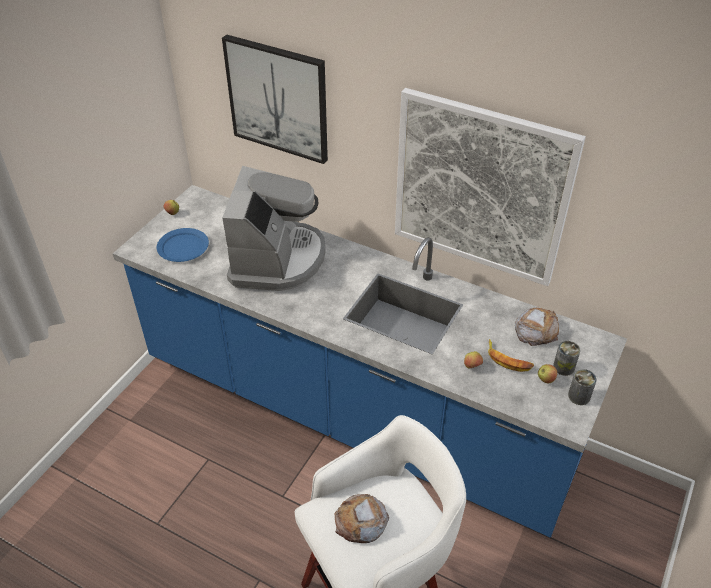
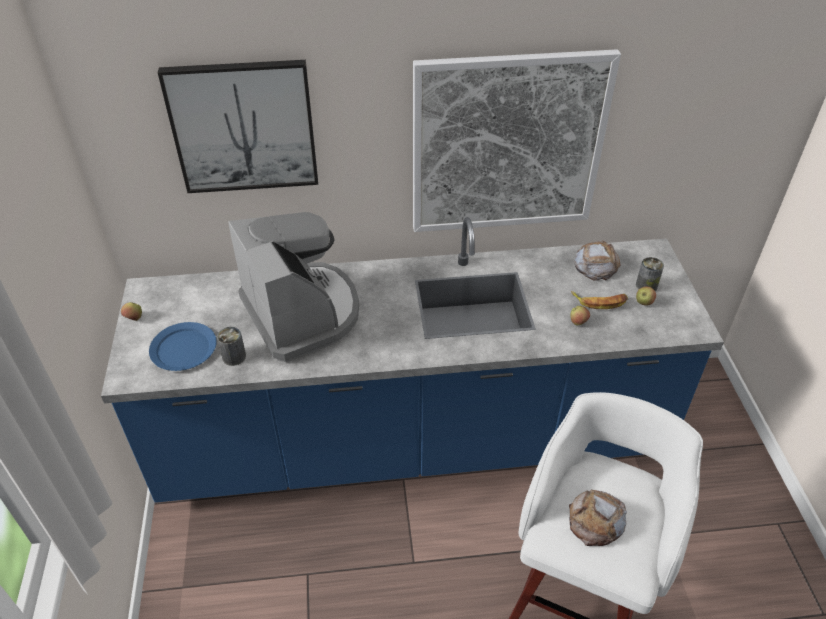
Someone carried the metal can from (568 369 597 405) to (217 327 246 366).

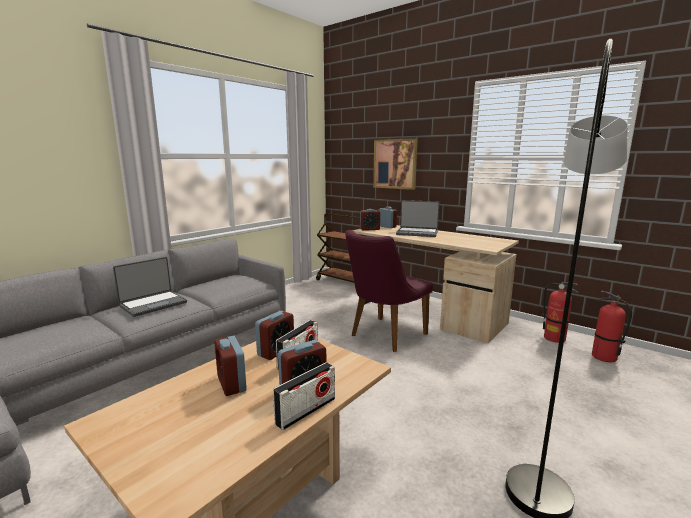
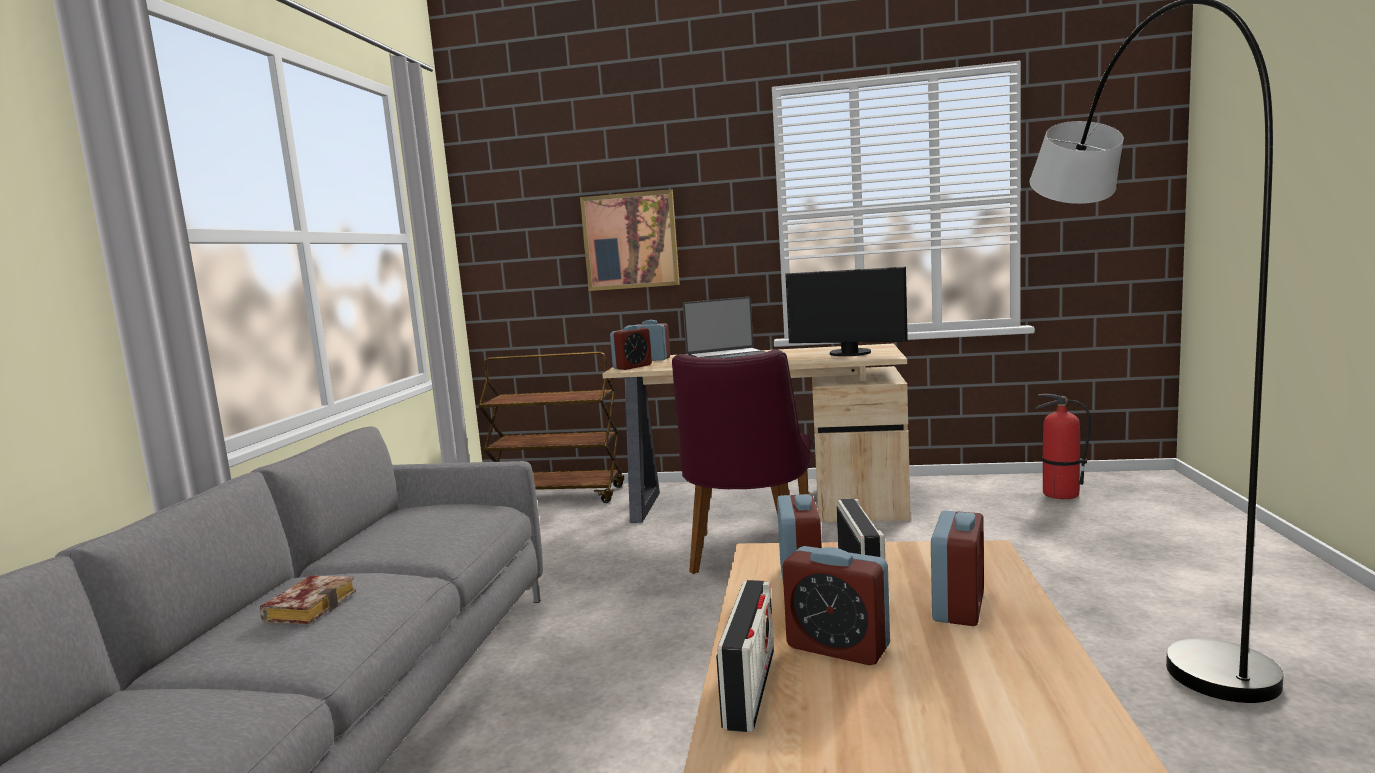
Someone swapped the portable computer at (113 257 187 317) for the volume at (260 575 356 624). Someone carried the radio from (273 362 335 430) to (716 580 774 732). Someone put down the computer screen at (785 267 908 356). Someone took away the fire-fighting cylinder at (542 282 578 343).

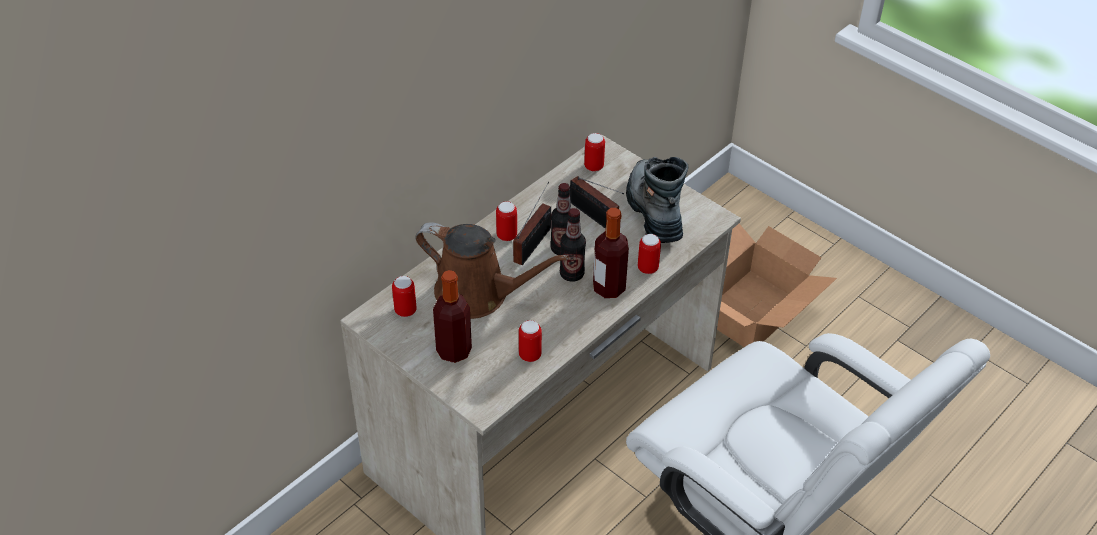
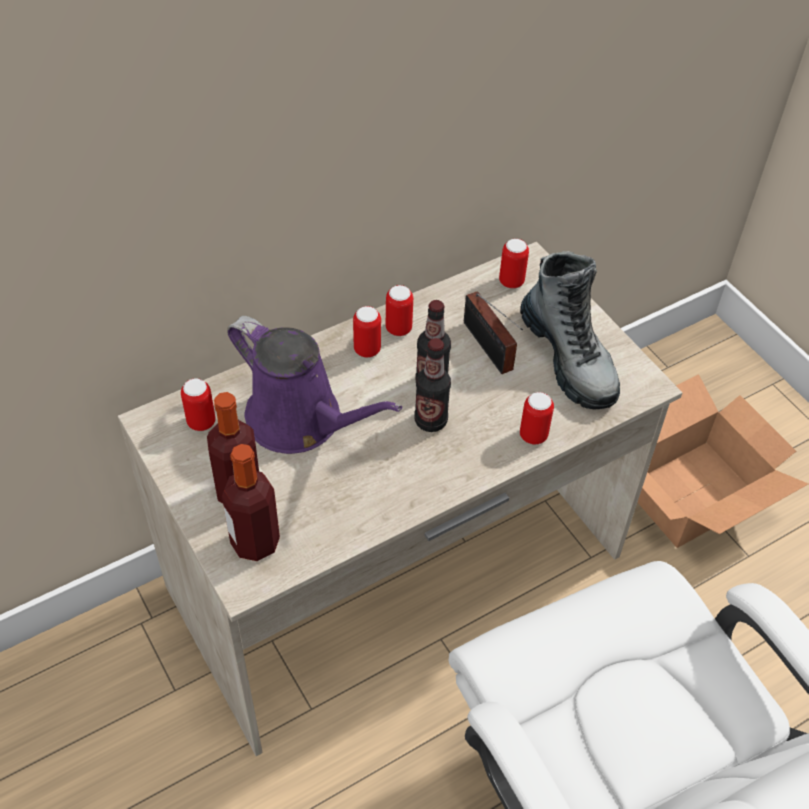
Someone carried the bottle from (593 208 629 298) to (222 444 280 561). Someone repainted the brownish watering pot at (415 222 569 319), which became the purple-coloured watering pot at (227 316 402 454). Someone carried the metal can from (519 320 542 362) to (386 285 413 336). Someone rotated the high-top boot at (626 157 688 243) by 150 degrees clockwise. Someone took away the radio at (513 182 551 265).

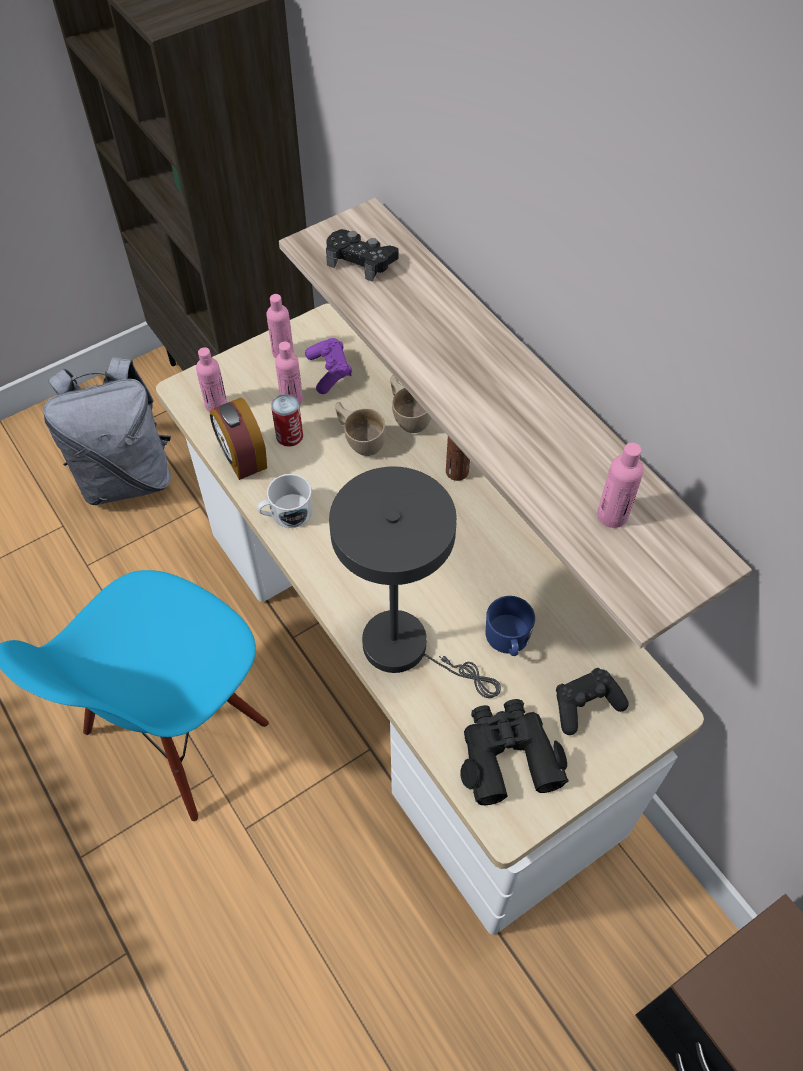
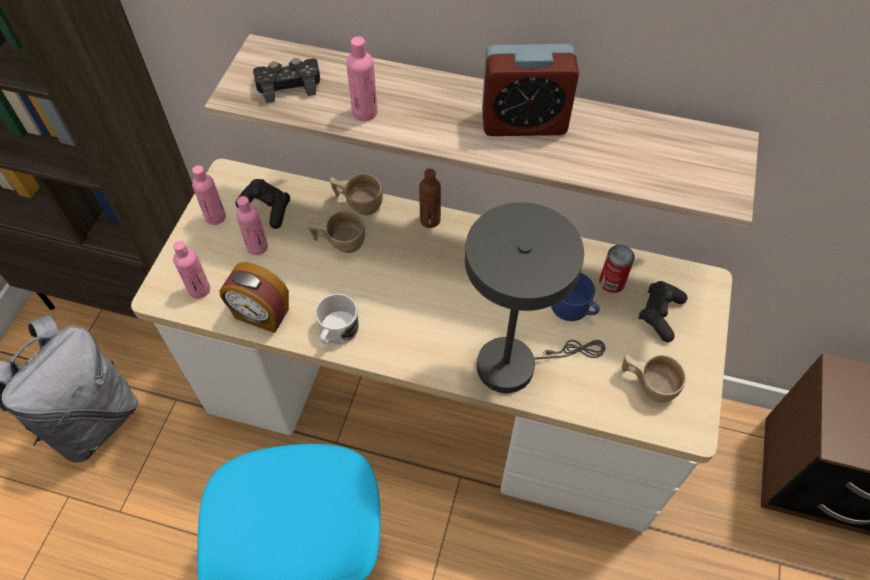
Someone repainted the purple-coloured game controller at (305 338 352 394), which became the black-coloured game controller at (235 179 290 229). Someone carried the pink bottle from (597 443 644 528) to (346 36 378 121). Someone put down the table clock at (482 44 579 136). Someone carried the metal can from (271 394 303 447) to (599 245 635 293). Someone swapped the black-coloured pair of binoculars at (460 699 569 805) for the sand-coloured small cup at (622 354 686 403).

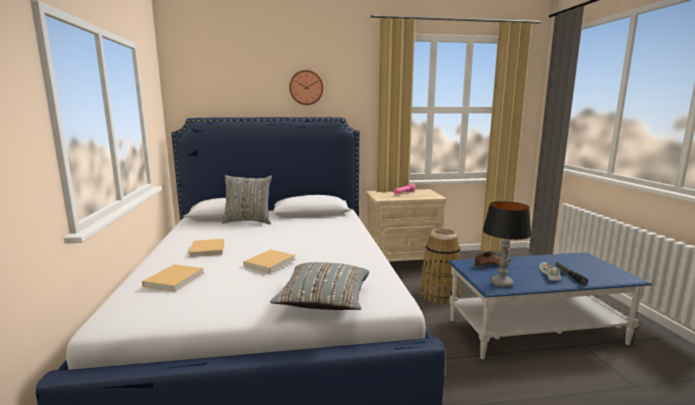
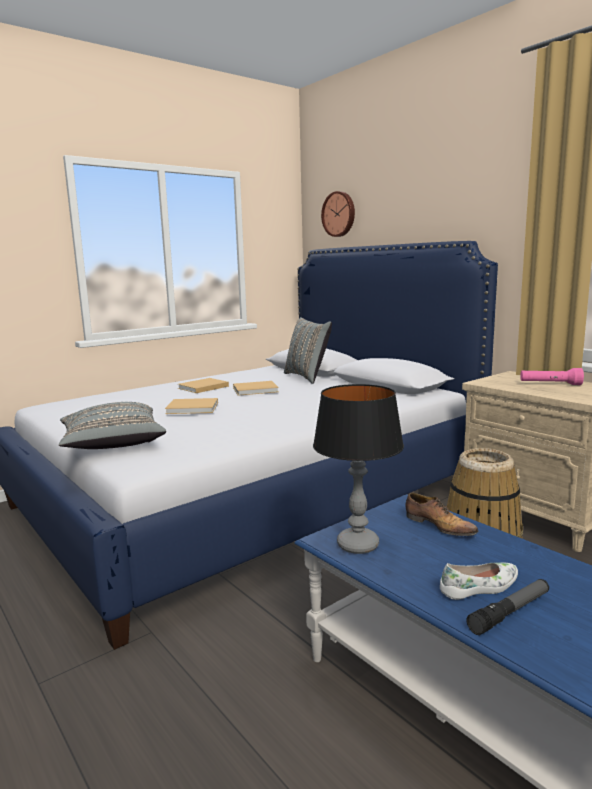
Someone carried the sand-coloured volume from (142 264 204 292) to (233 381 279 396). Someone carried the wall clock from (289 70 323 105) to (321 191 355 237).

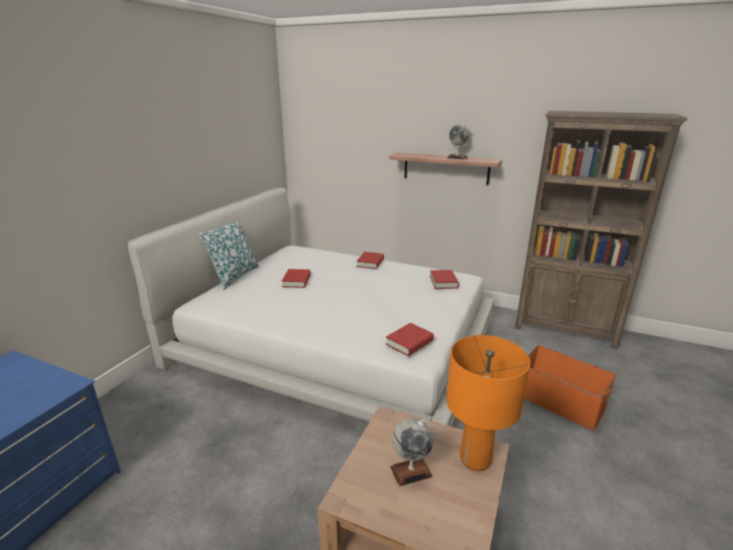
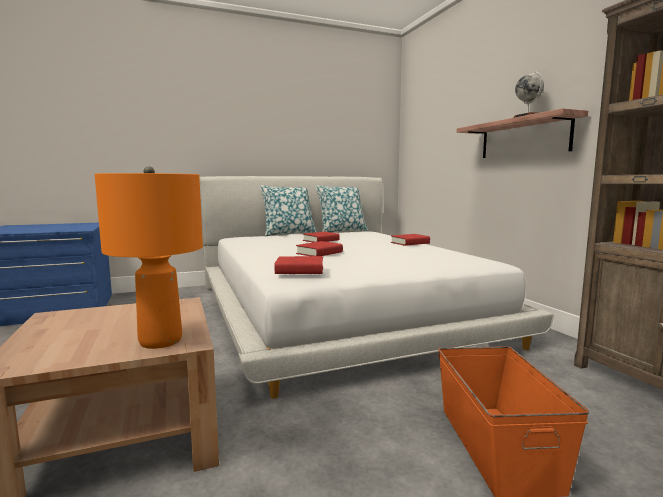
Someone carried the red-coloured volume from (430 270 459 289) to (296 241 343 256). Someone put down the pillow at (315 185 368 232). Someone took away the world globe at (390 418 435 487).

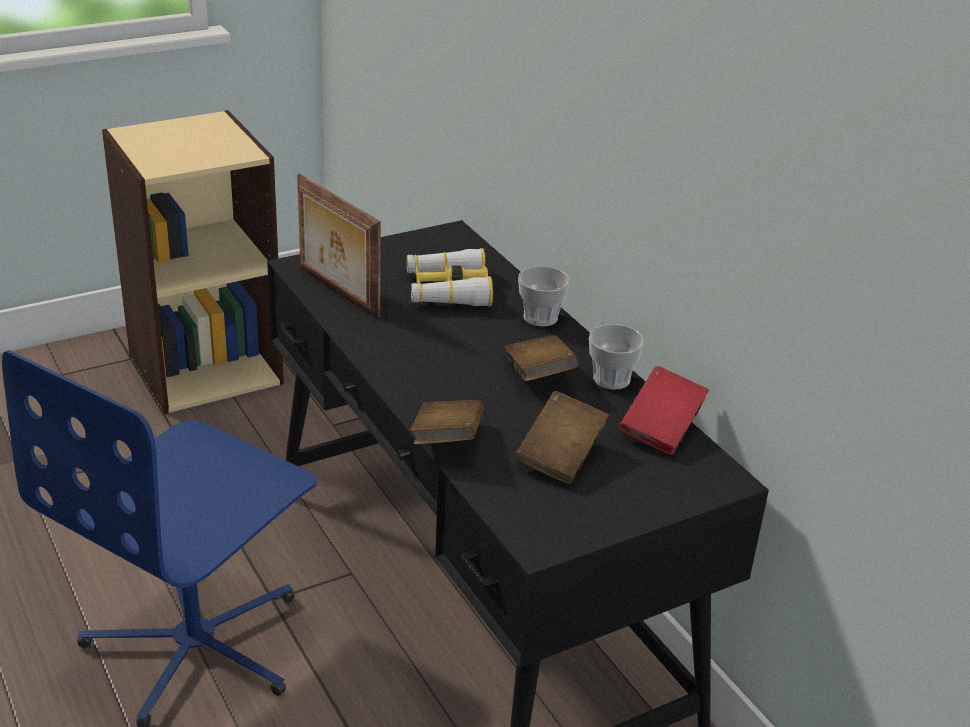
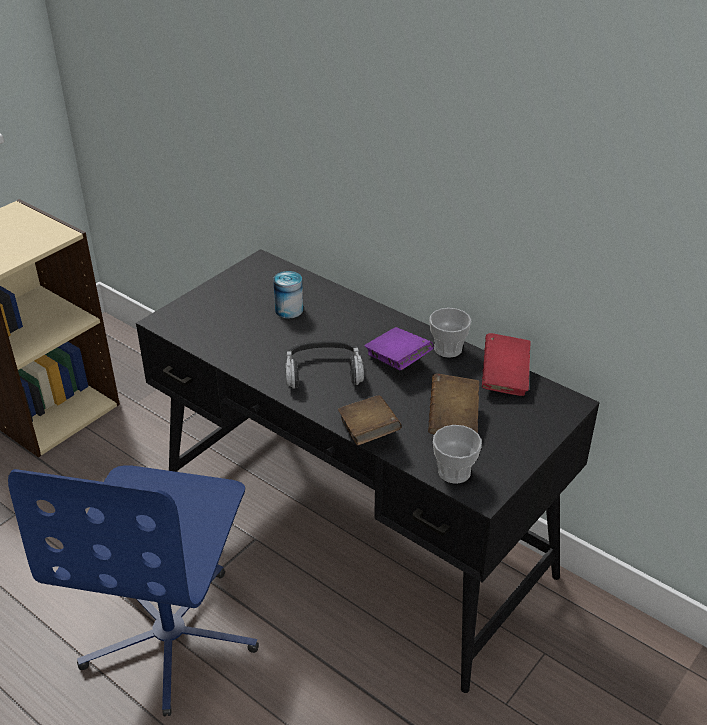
Someone swapped the pair of binoculars at (407 248 493 306) for the metal can at (273 271 303 319). Someone put down the pair of headphones at (286 340 364 389). Someone repainted the brownish volume at (505 335 579 382), which became the purple-coloured volume at (365 327 434 370). Someone carried the small cup from (518 266 570 327) to (433 425 482 484). Someone took away the photo frame at (297 174 381 318).

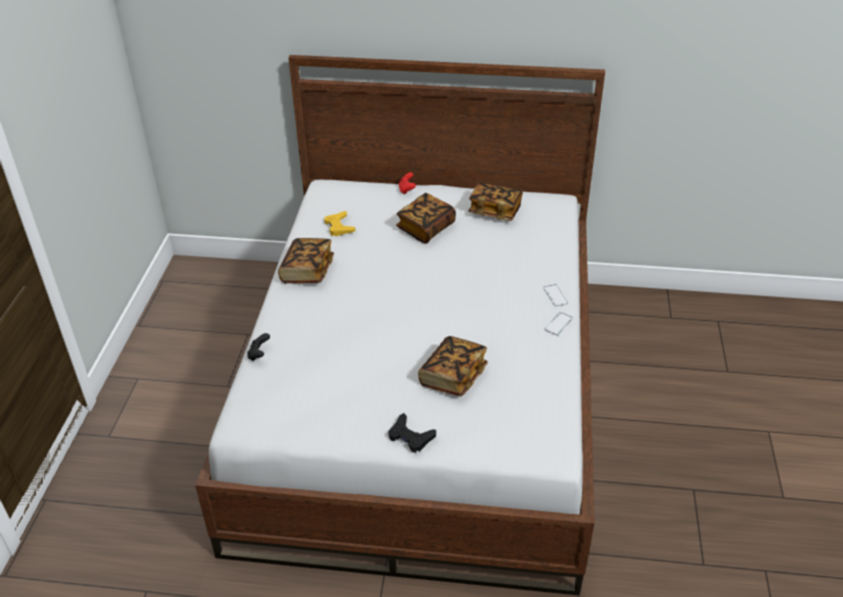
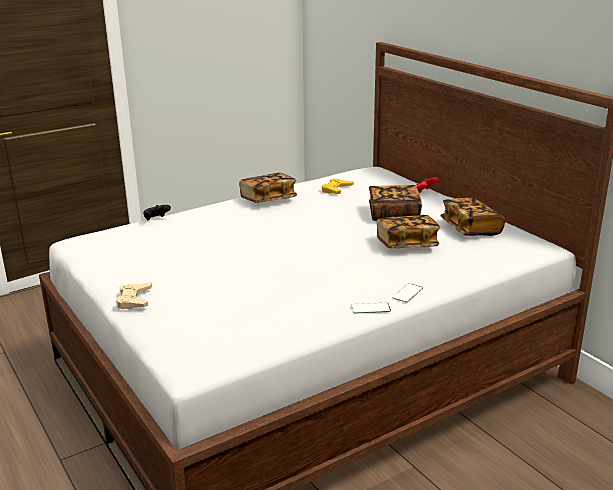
Someone repainted the black-coloured game controller at (388 413 436 453), which became the sand-coloured game controller at (116 282 152 309). Someone carried the volume from (418 336 488 396) to (377 215 440 248).

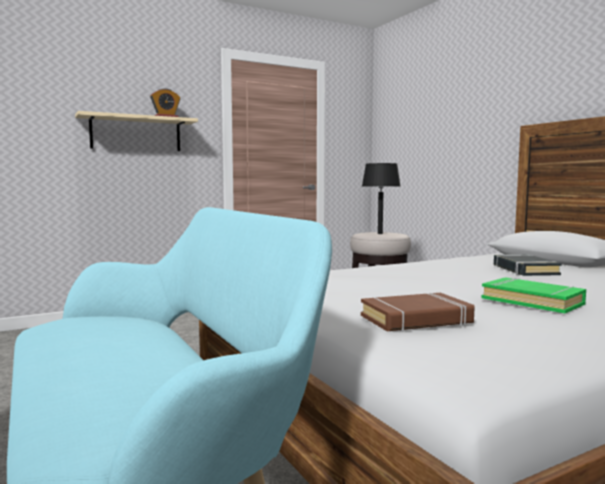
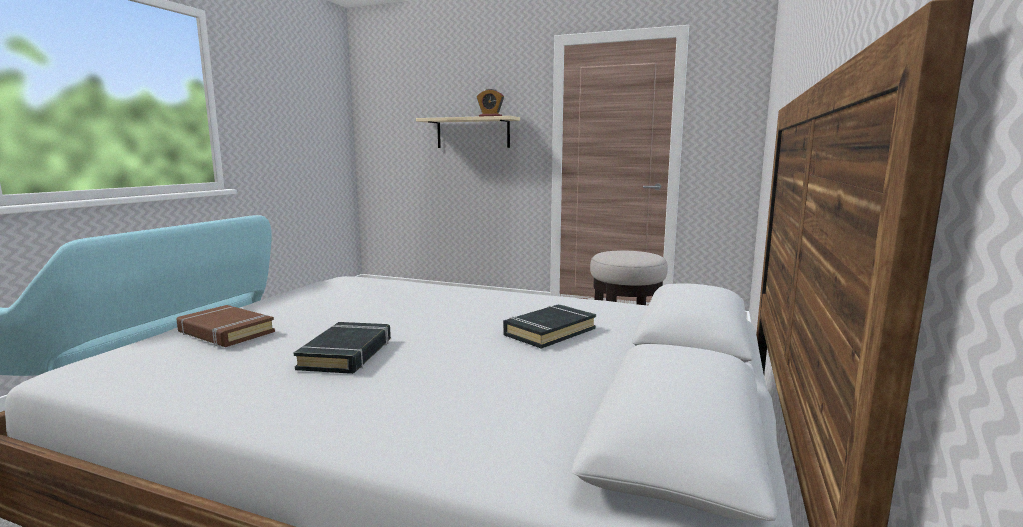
Someone repainted the green-coloured volume at (482 277 586 313), which became the black-coloured volume at (294 322 391 374). Someone took away the black-coloured lamp for a table at (362 163 400 234).

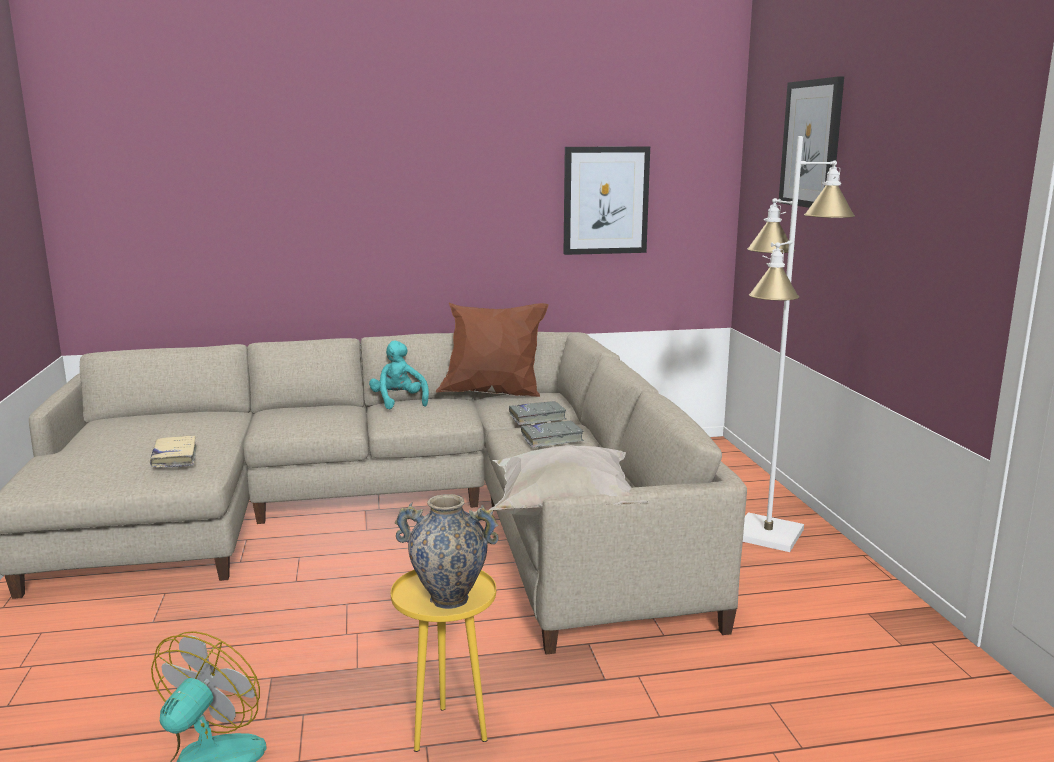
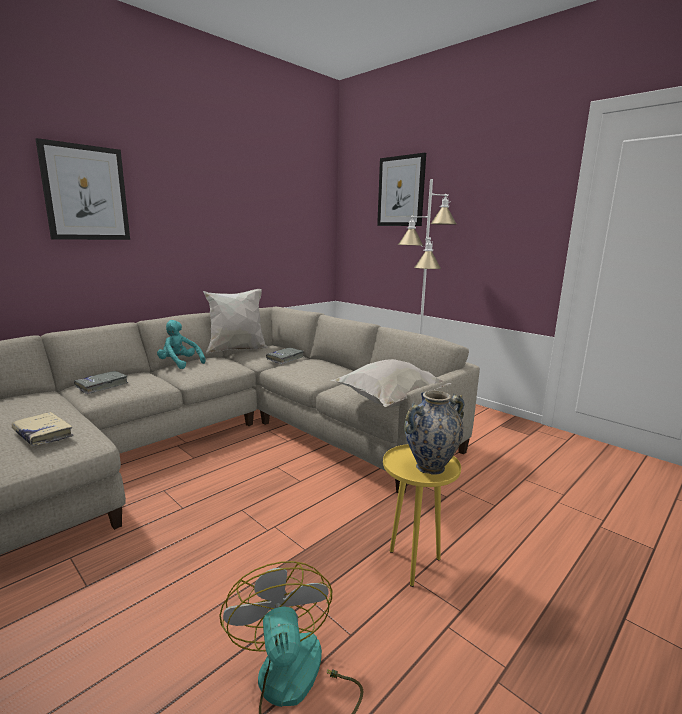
Someone carried the wall art from (564 147 650 255) to (36 138 130 240). Someone carried the grey volume from (521 421 584 448) to (74 371 128 394). Someone repainted the brownish pillow at (436 303 549 397), which became the white pillow at (203 289 268 354).

